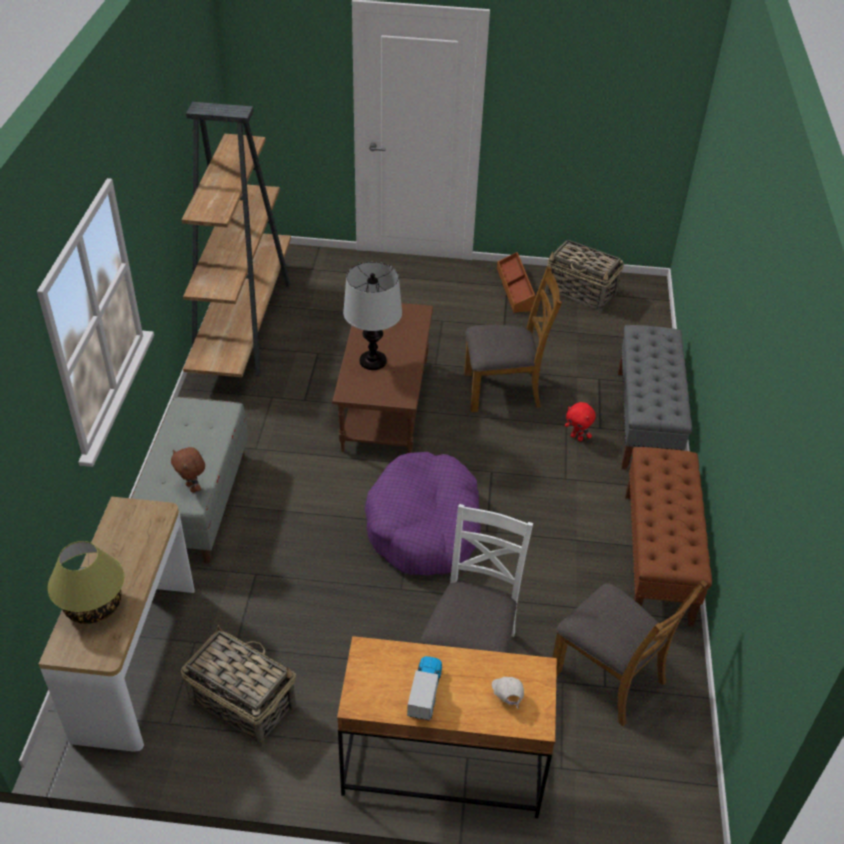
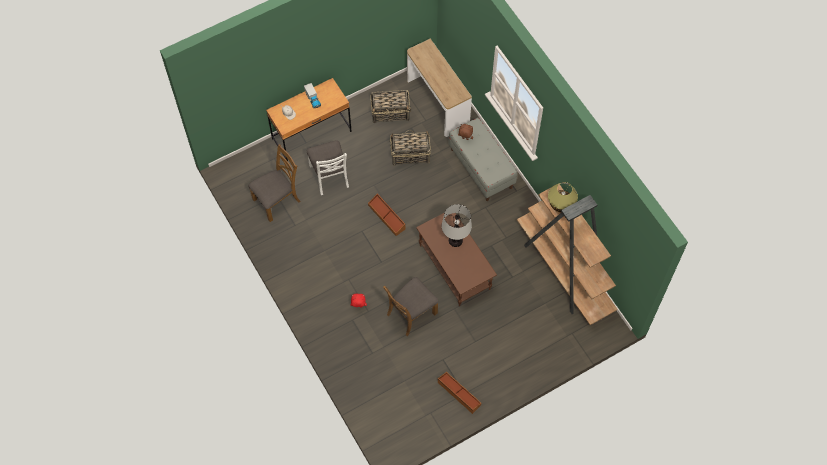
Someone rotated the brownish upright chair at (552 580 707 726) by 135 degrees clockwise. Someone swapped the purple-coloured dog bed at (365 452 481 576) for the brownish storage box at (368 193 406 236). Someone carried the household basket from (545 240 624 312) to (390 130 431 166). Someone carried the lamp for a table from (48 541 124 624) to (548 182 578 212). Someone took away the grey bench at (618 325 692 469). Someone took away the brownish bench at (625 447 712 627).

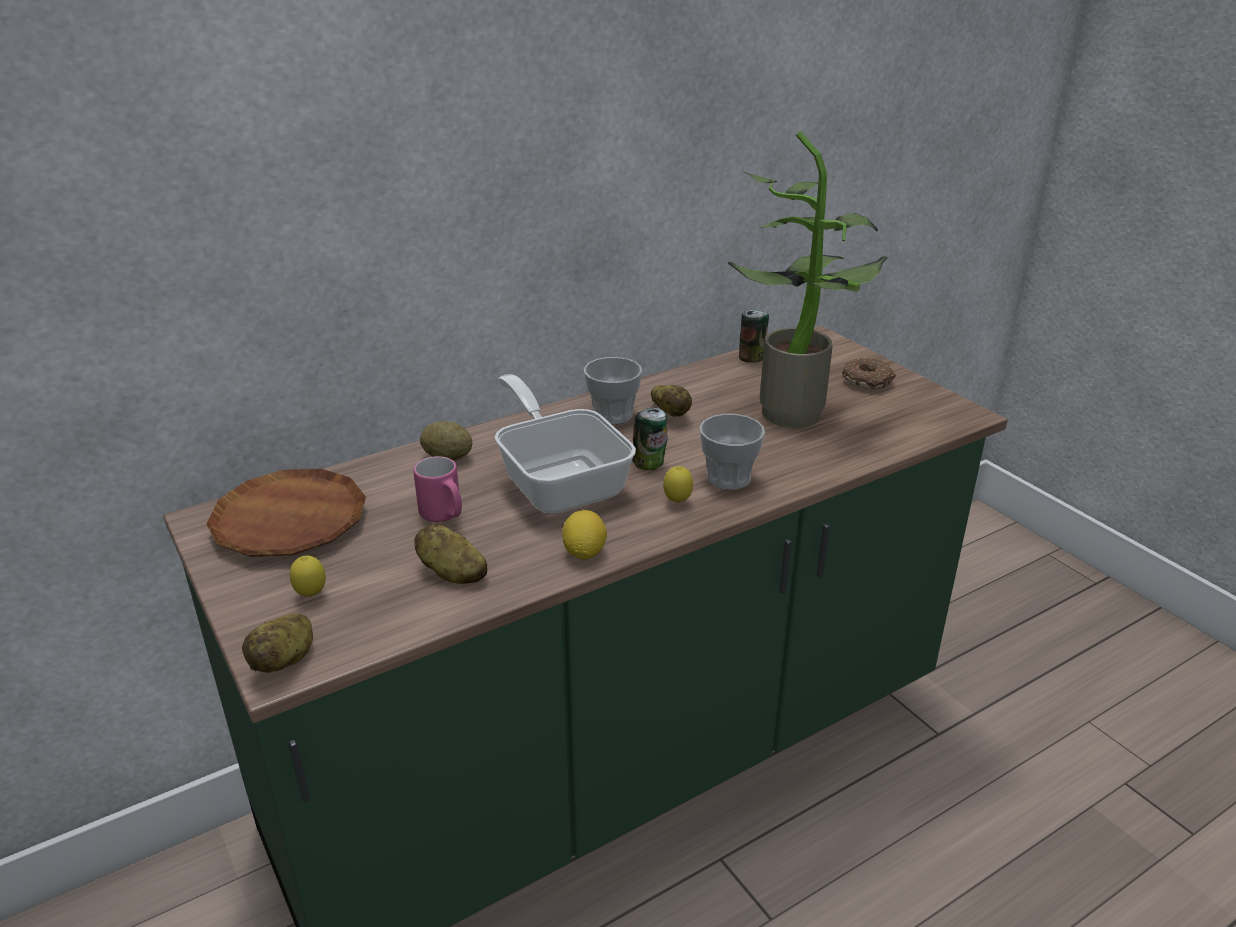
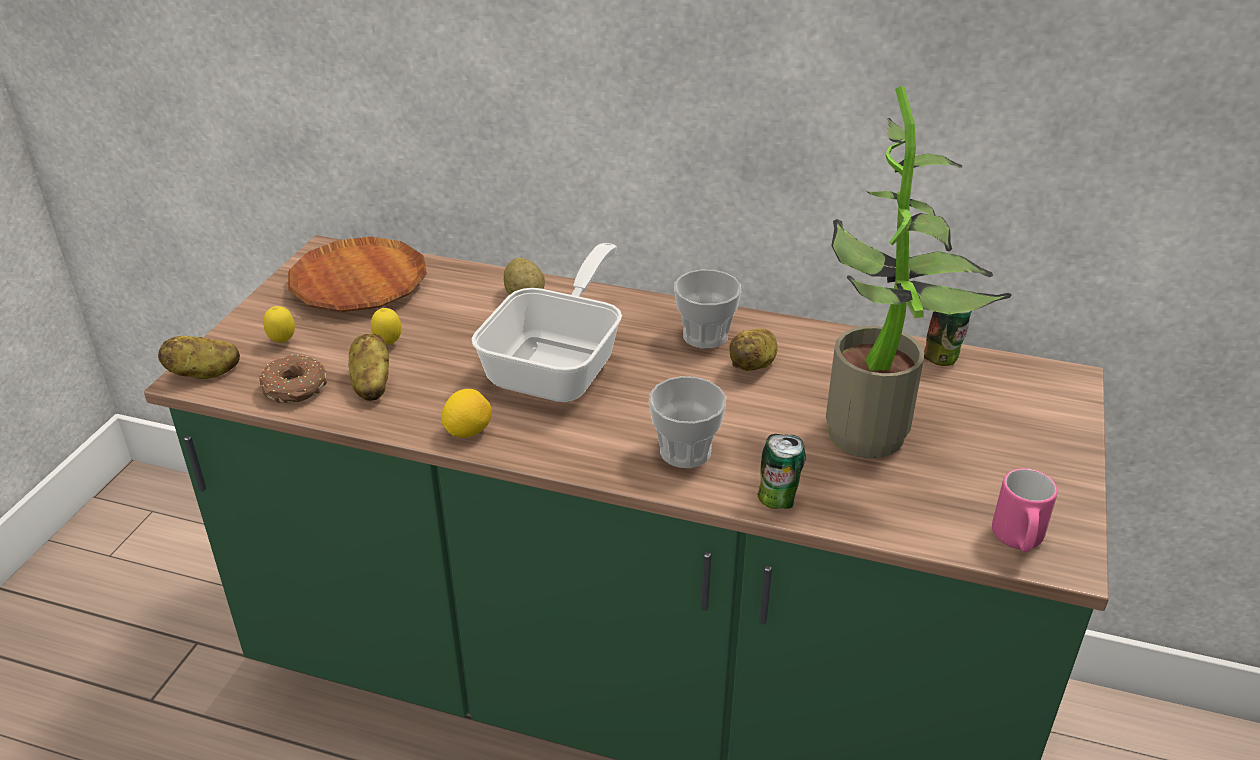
Someone carried the doughnut from (842 358 896 389) to (259 355 327 403). Someone carried the whole lemon from (663 466 693 503) to (371 308 402 345). Someone carried the metal can from (632 408 668 471) to (758 434 806 509). Someone carried the pink coffee mug from (413 456 462 522) to (992 468 1058 552).

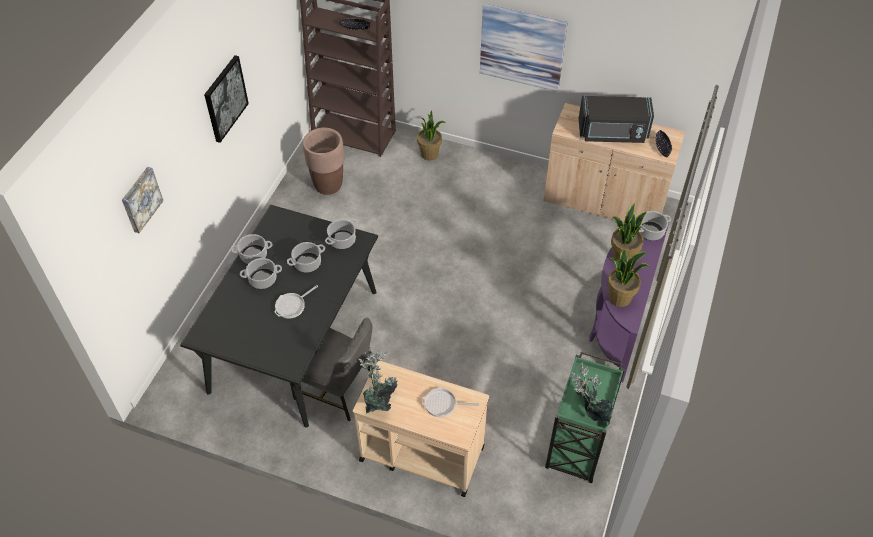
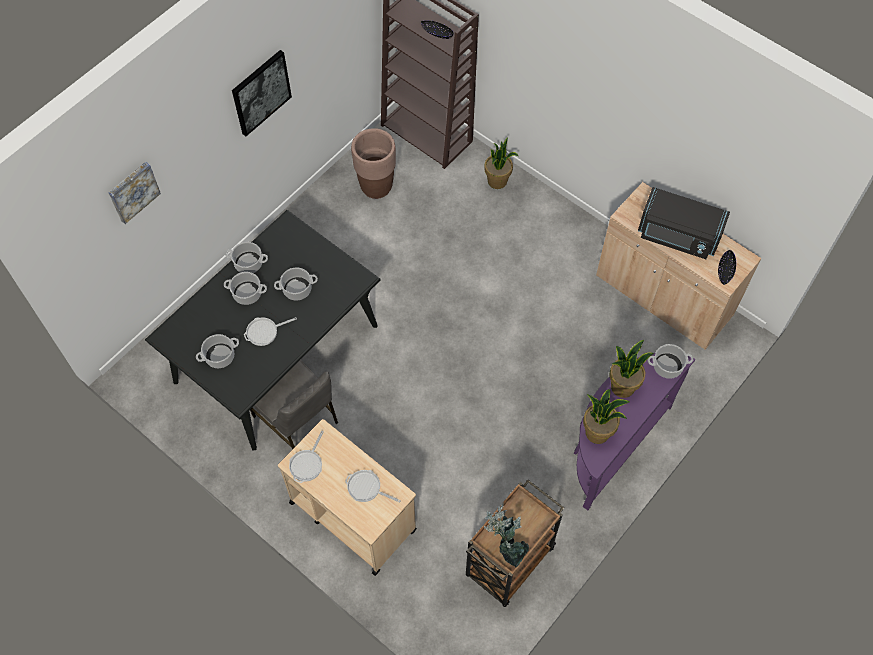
Someone carried the saucepot from (325 219 358 249) to (196 334 239 368). Someone swapped the plant in a pot at (359 347 398 413) for the pan at (289 431 323 483). Someone repainted the green-coloured wheeled cart at (545 352 625 483), which became the brownish wheeled cart at (466 480 564 607). Someone took away the wall art at (480 4 568 92).

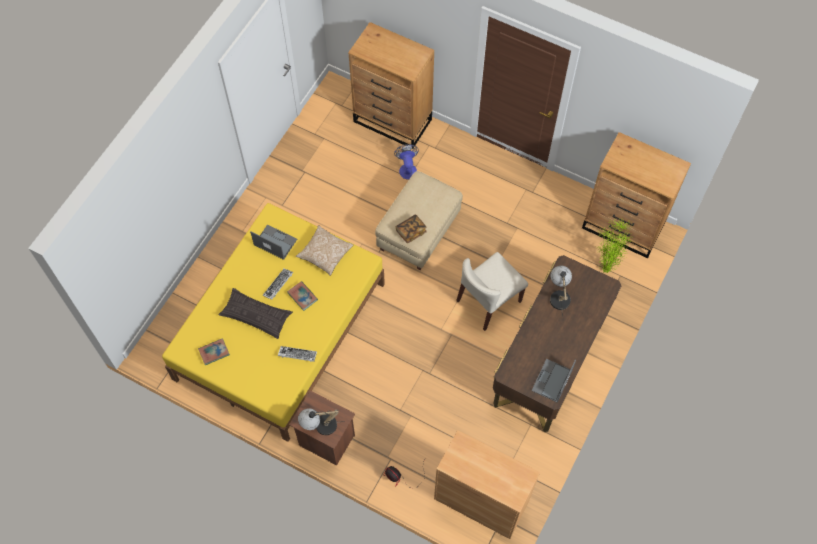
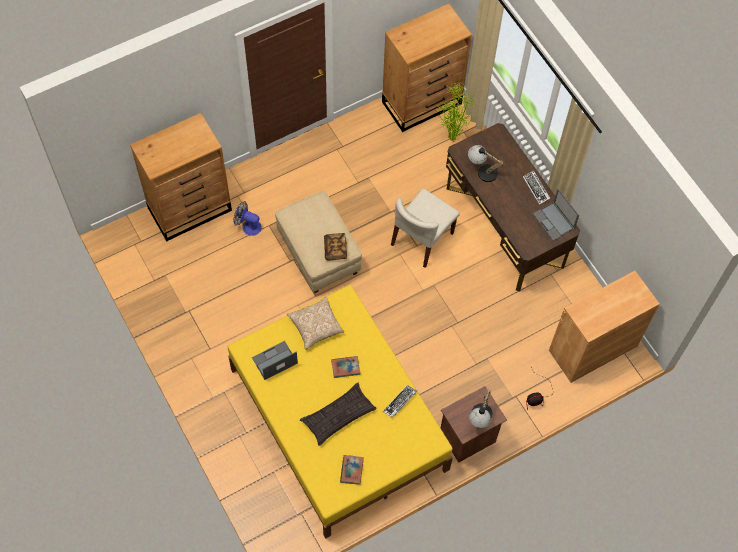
Someone rotated the sand-coloured upright chair at (456 252 528 331) by 45 degrees clockwise. Someone carried the keyboard from (263 269 293 300) to (523 170 551 205).

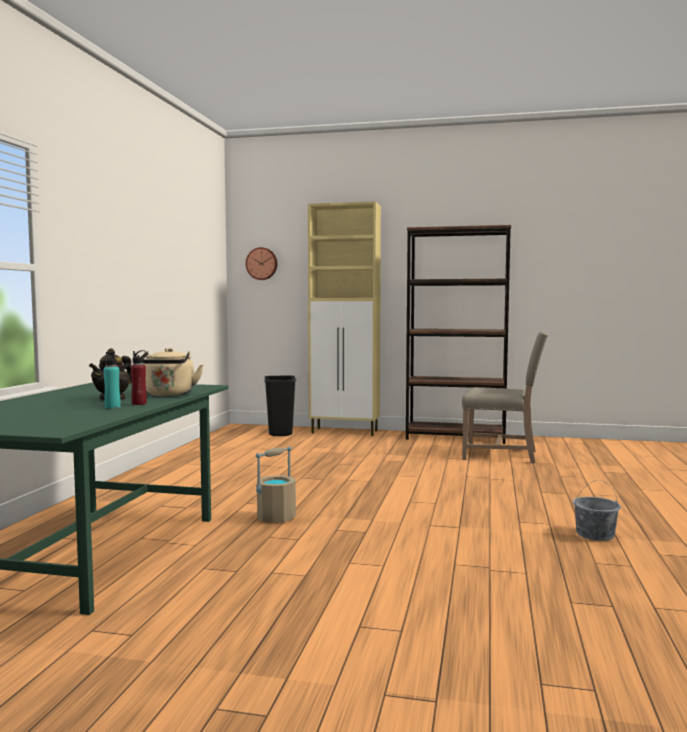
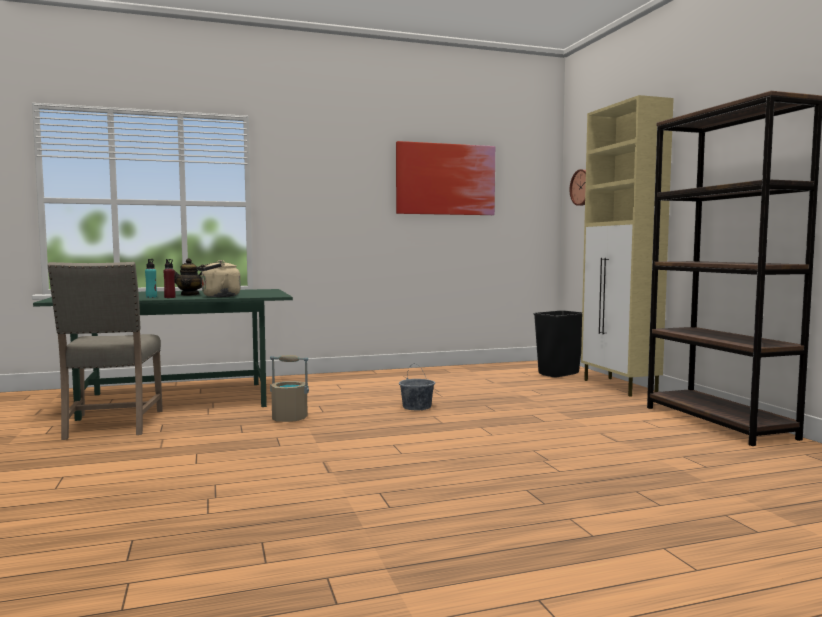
Someone carried the sand-coloured upright chair from (462 331 548 463) to (47 262 163 440). Someone put up the wall art at (396 141 495 215). Someone carried the grey water bucket from (573 480 621 541) to (399 363 435 410).

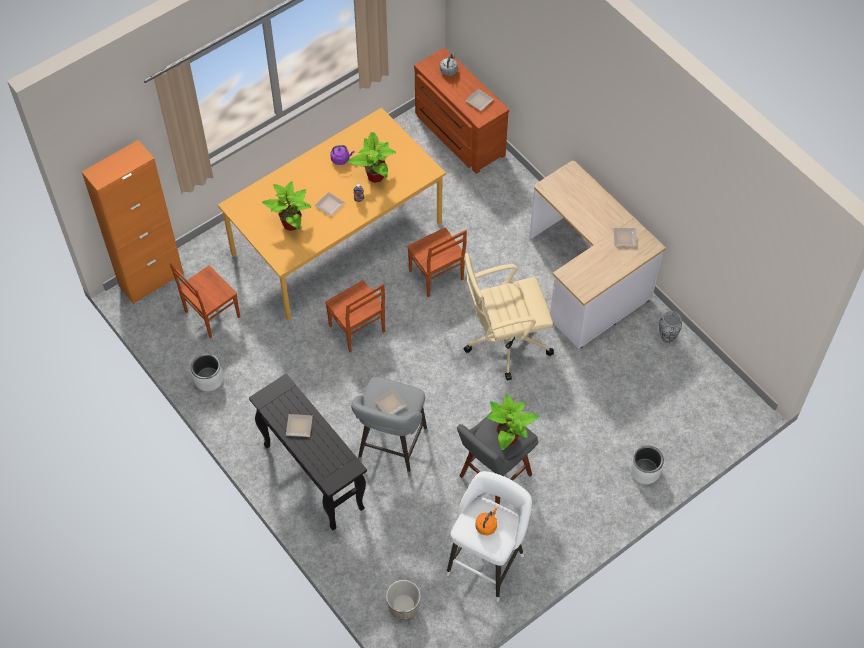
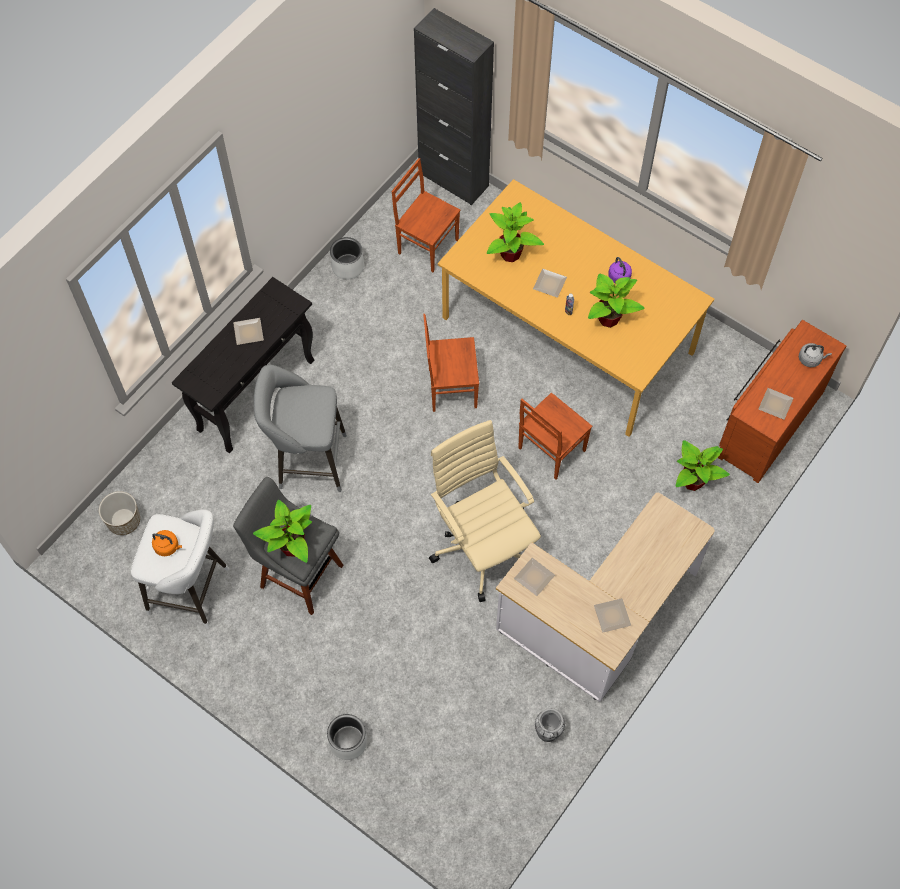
Someone repainted the orange-coloured cabinet at (82 140 184 304), which became the black-coloured cabinet at (414 8 494 205). Someone rotated the brownish upright chair at (325 280 385 352) by 45 degrees clockwise. Someone carried the dinner plate from (374 389 407 414) to (514 558 555 596). Someone put down the plant in a pot at (676 440 730 491).

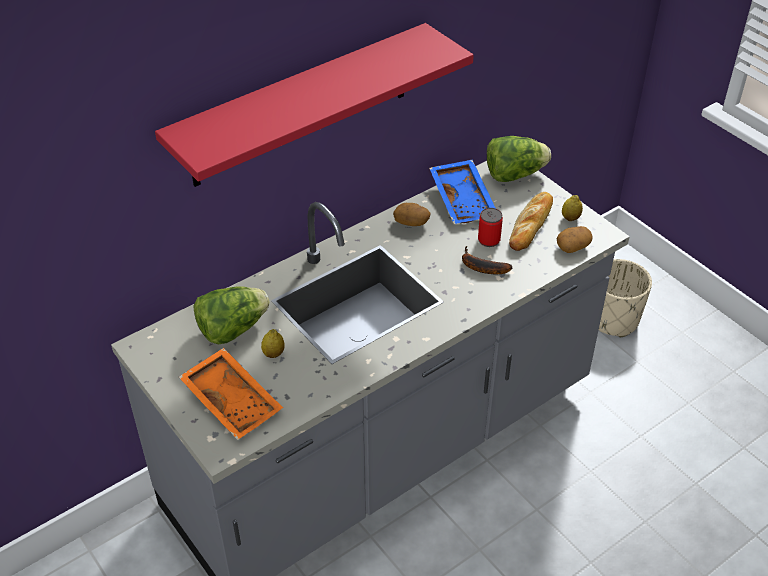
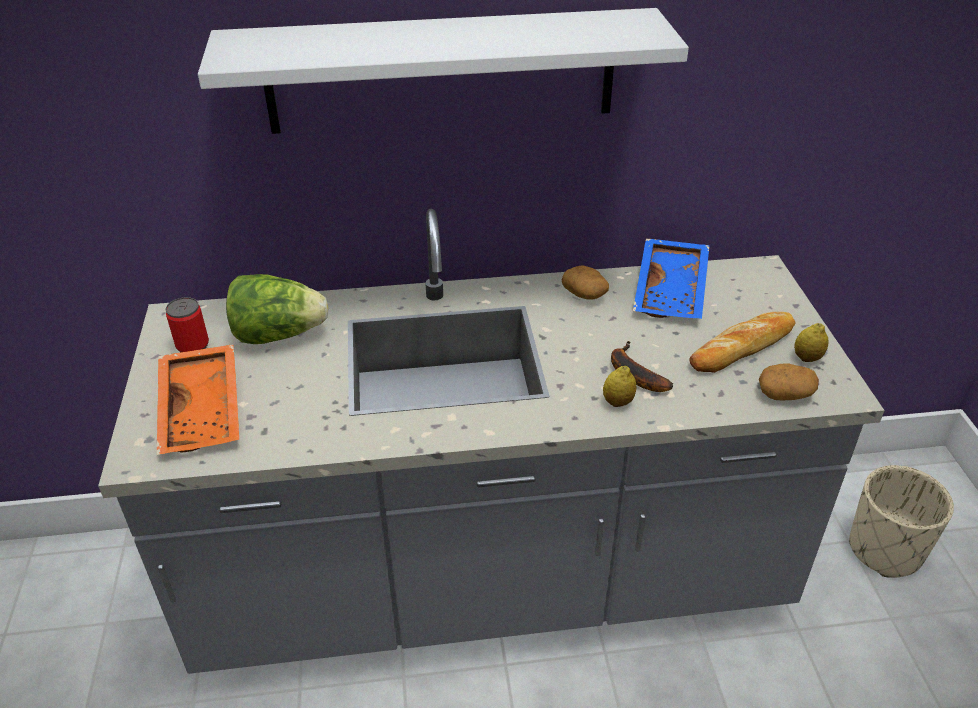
Someone carried the metal can from (478 208 503 247) to (166 297 209 352). Someone repainted the red-coloured bracket shelf at (155 23 474 187), which became the white bracket shelf at (198 8 689 134). Someone carried the whole lemon from (261 329 284 358) to (603 366 636 407). Someone took away the lettuce head at (487 136 551 182).

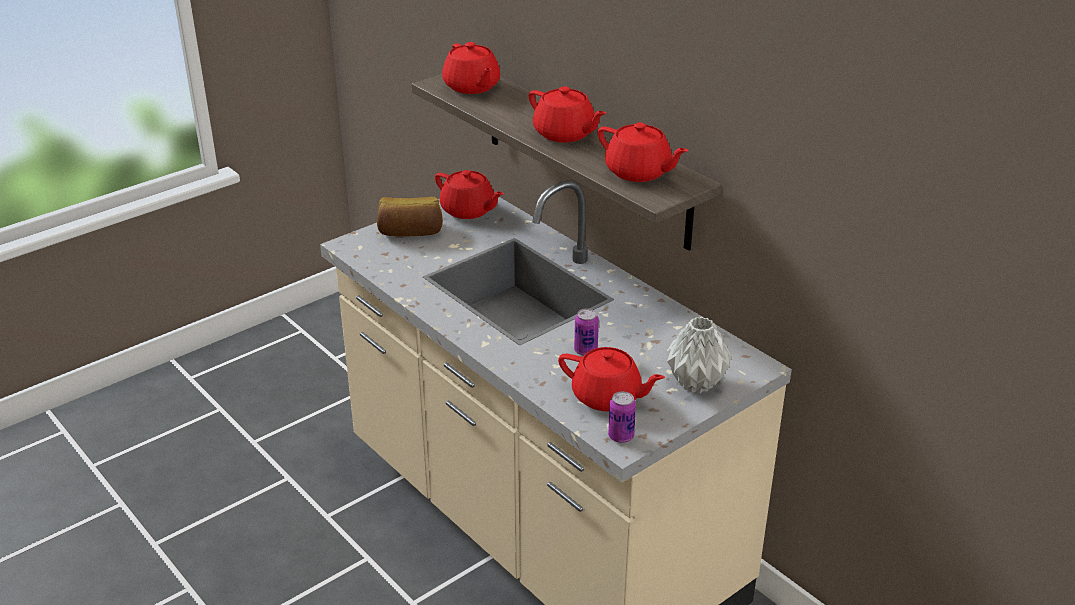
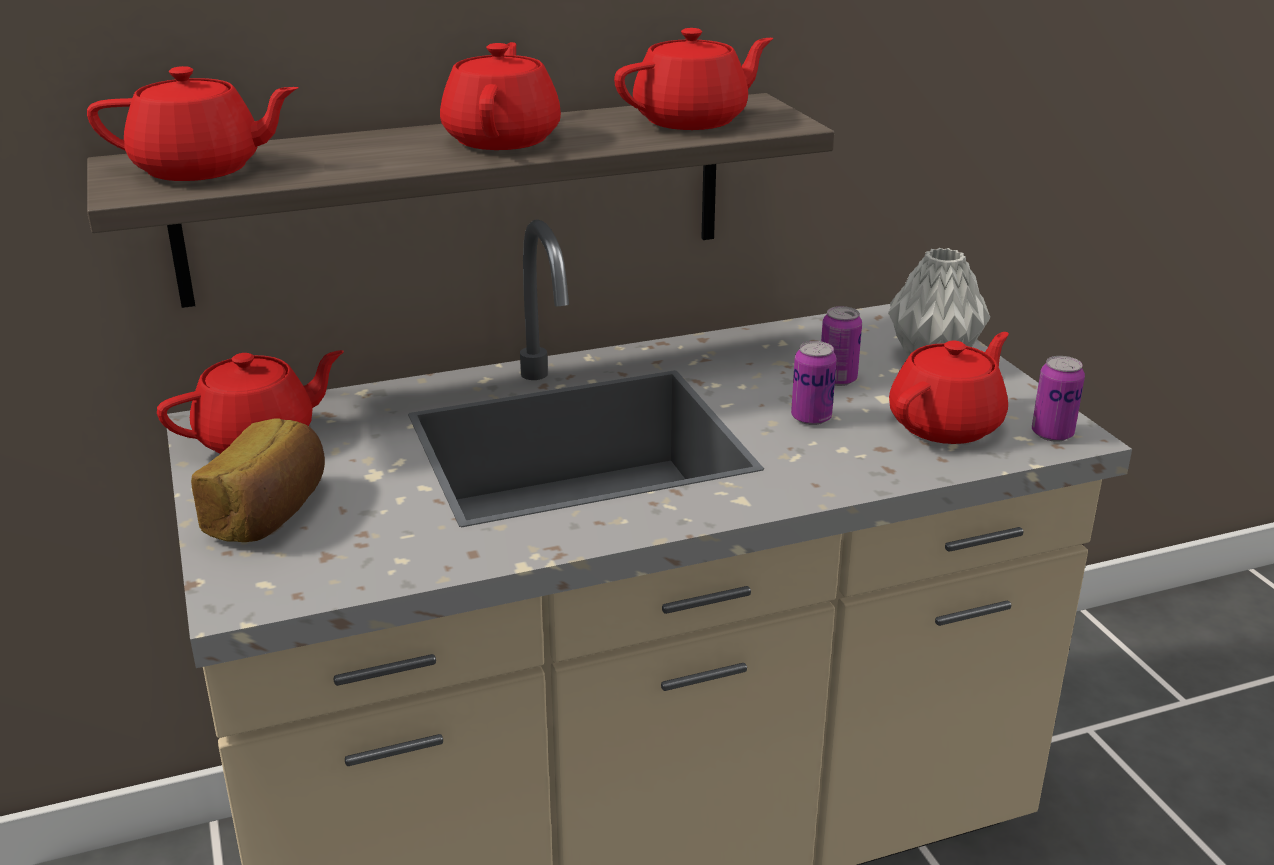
Someone rotated the red-coloured pot for tea at (529 86 606 143) by 60 degrees counterclockwise. Someone put down the metal can at (821 306 862 386).

